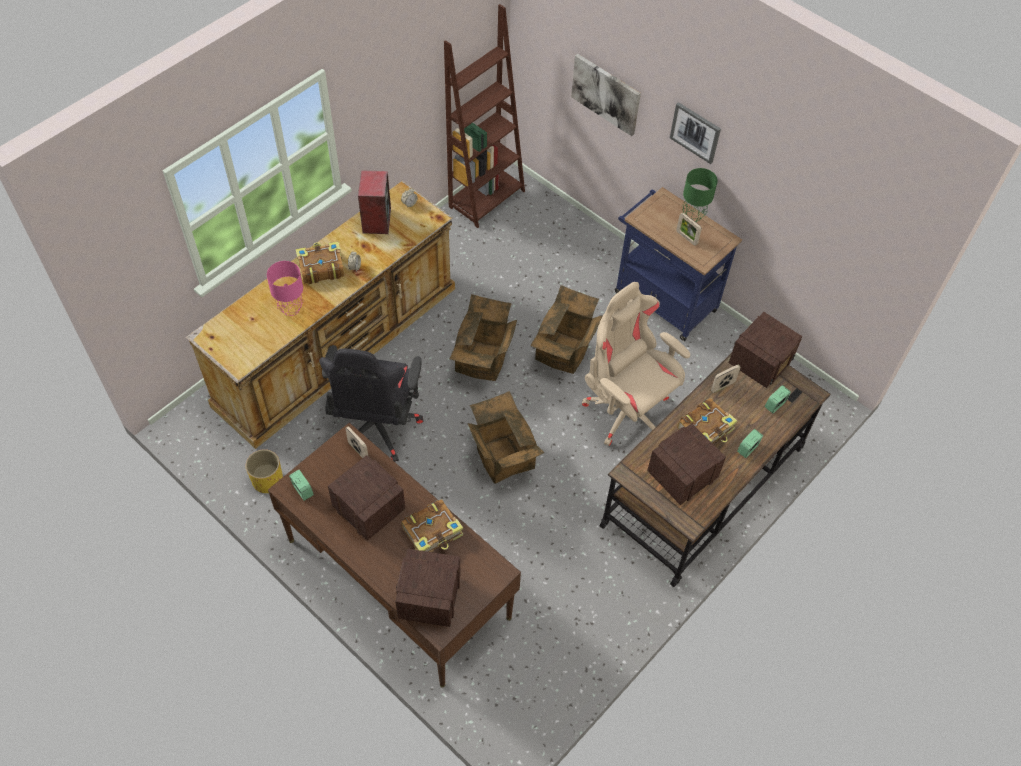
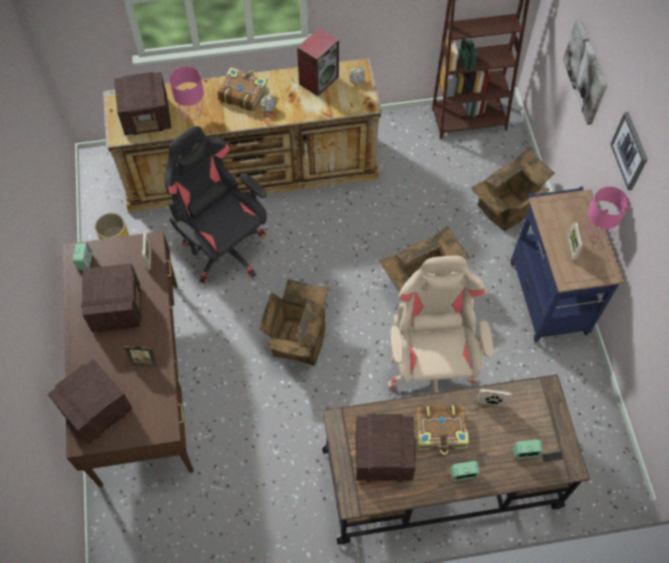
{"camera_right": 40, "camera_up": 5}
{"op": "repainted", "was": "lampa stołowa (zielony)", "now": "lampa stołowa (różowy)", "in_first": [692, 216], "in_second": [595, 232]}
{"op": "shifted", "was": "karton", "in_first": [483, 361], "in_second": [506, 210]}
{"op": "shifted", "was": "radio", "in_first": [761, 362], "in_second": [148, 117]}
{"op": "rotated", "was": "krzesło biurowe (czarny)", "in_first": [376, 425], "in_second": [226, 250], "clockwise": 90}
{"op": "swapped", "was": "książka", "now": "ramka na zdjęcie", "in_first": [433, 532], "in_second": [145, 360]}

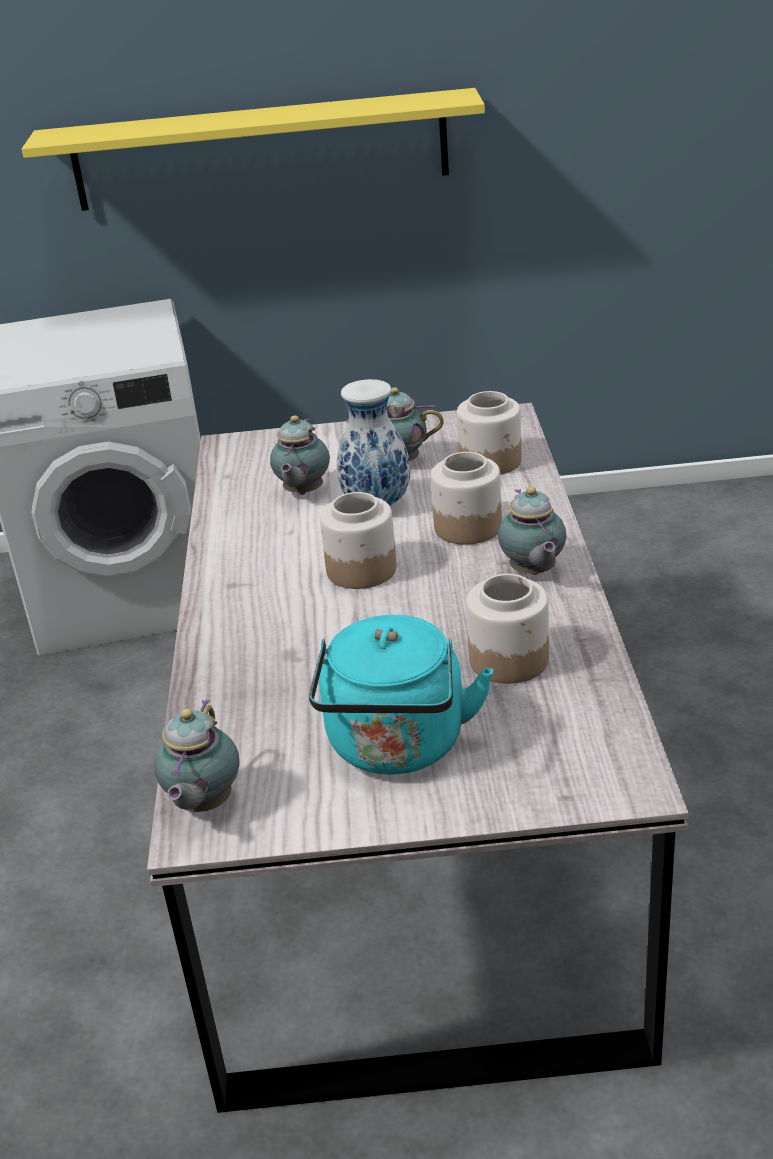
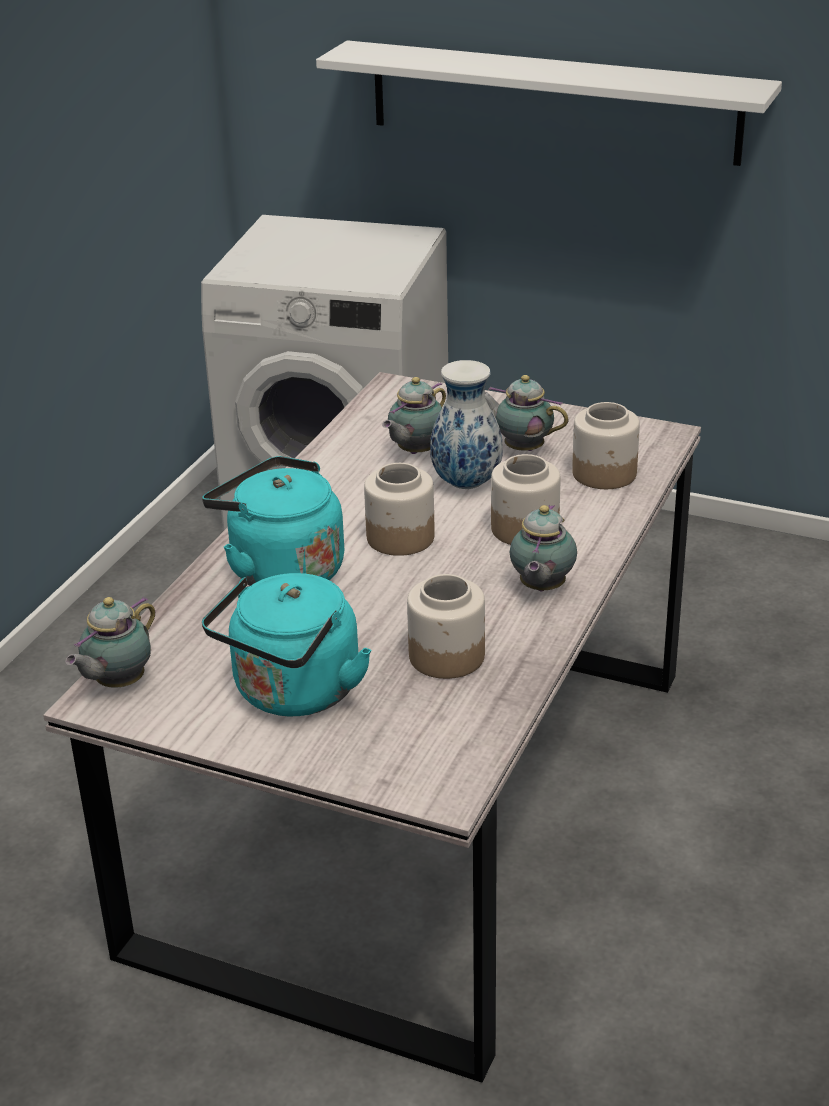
{"camera_right": 25, "camera_up": 0}
{"op": "repainted", "was": "półka (żółty)", "now": "półka (biały)", "in_first": [260, 151], "in_second": [552, 102]}
{"op": "new", "now": "czajnik (turkusowy)", "in_second": [281, 570]}

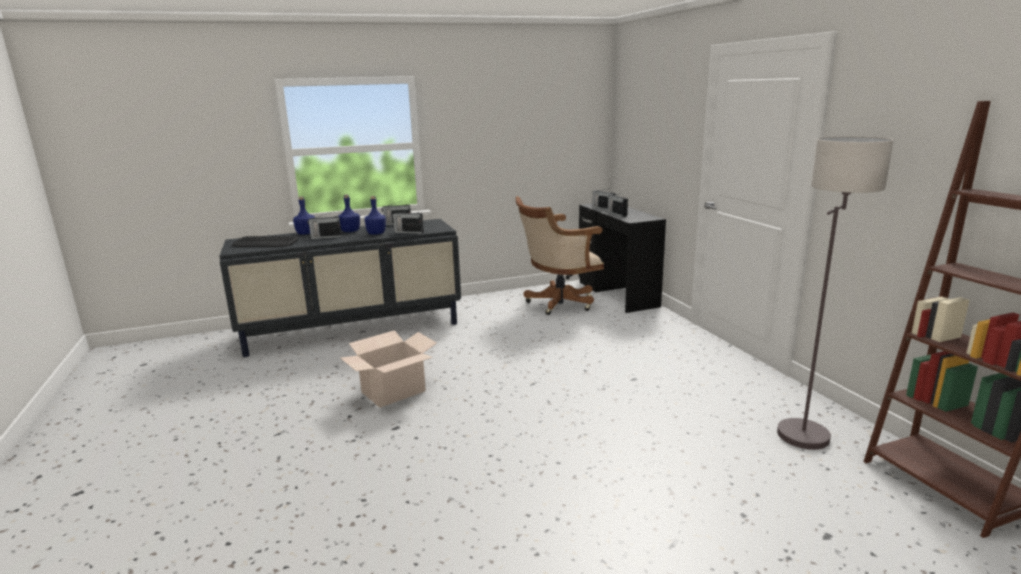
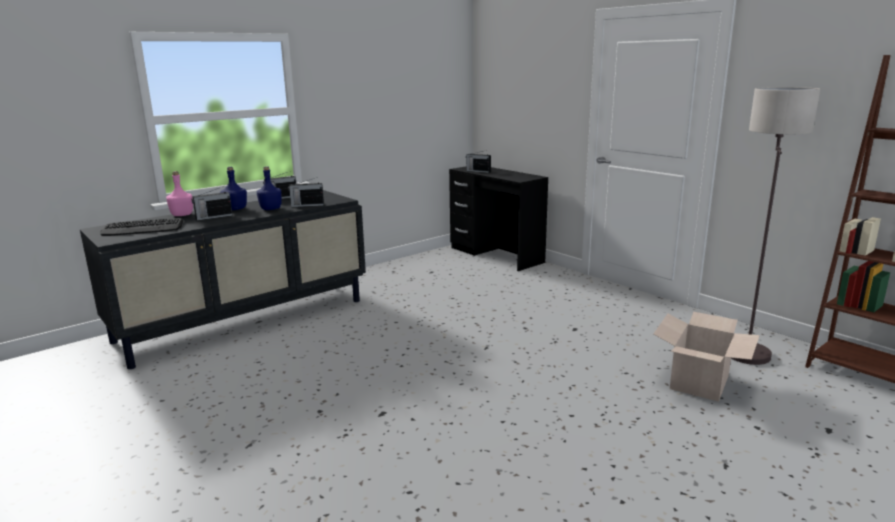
{"camera_right": -20, "camera_up": 0}
{"op": "gone", "was": "radio", "in_first": [617, 214]}
{"op": "repainted", "was": "butelka (niebieski)", "now": "butelka (różowy)", "in_first": [305, 233], "in_second": [181, 215]}
{"op": "gone", "was": "krzesło biurowe", "in_first": [557, 304]}
{"op": "shifted", "was": "karton", "in_first": [393, 391], "in_second": [699, 382]}

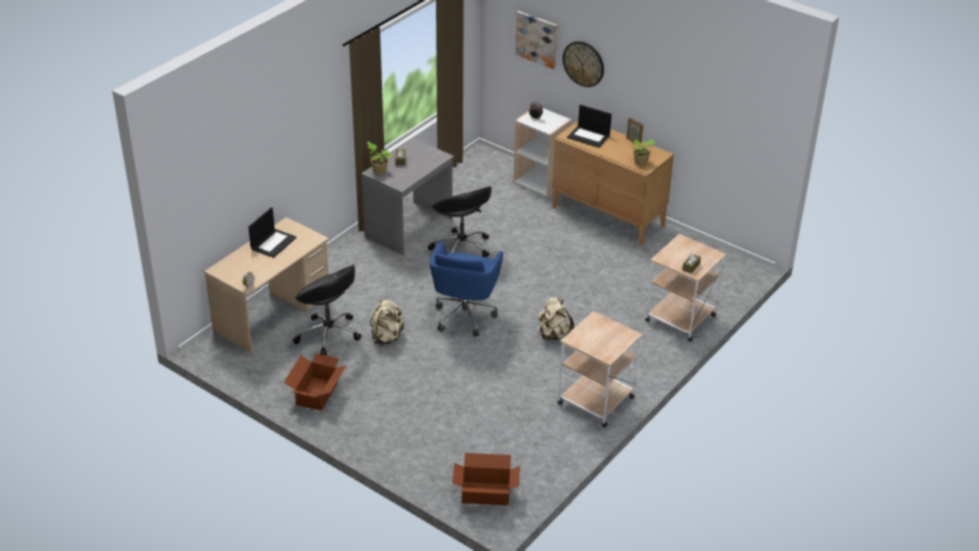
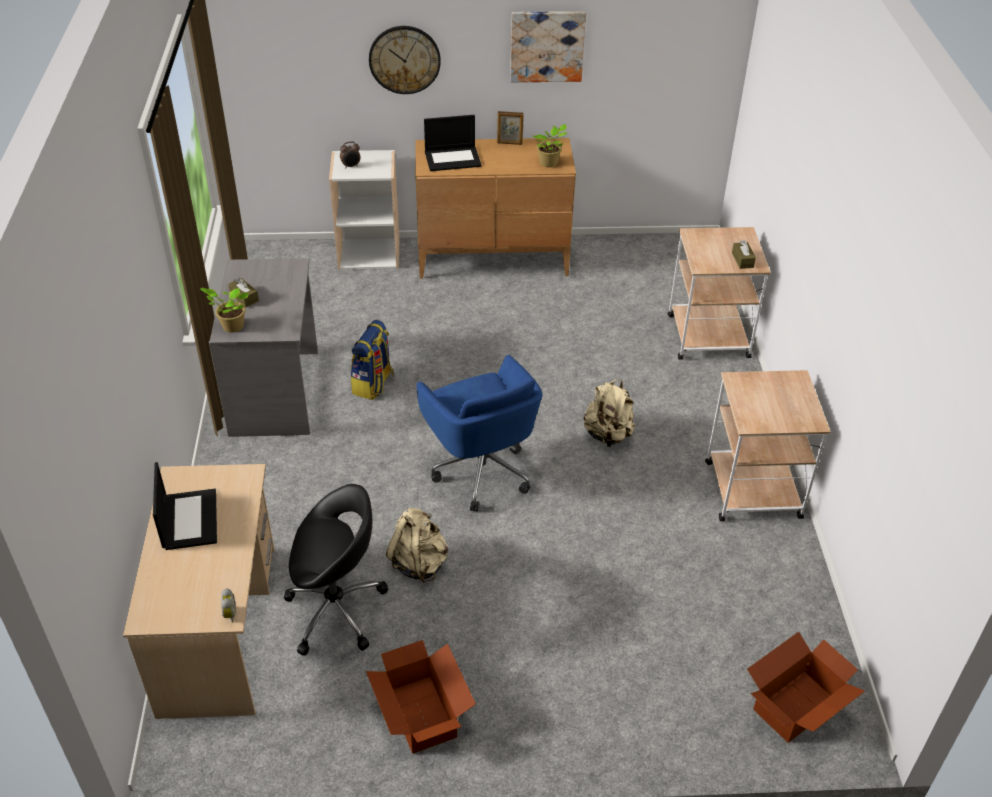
{"camera_right": -40, "camera_up": 5}
{"op": "shifted", "was": "obraz", "in_first": [537, 39], "in_second": [547, 46]}
{"op": "swapped", "was": "krzesło biurowe (czarny)", "now": "plecak", "in_first": [462, 248], "in_second": [373, 384]}

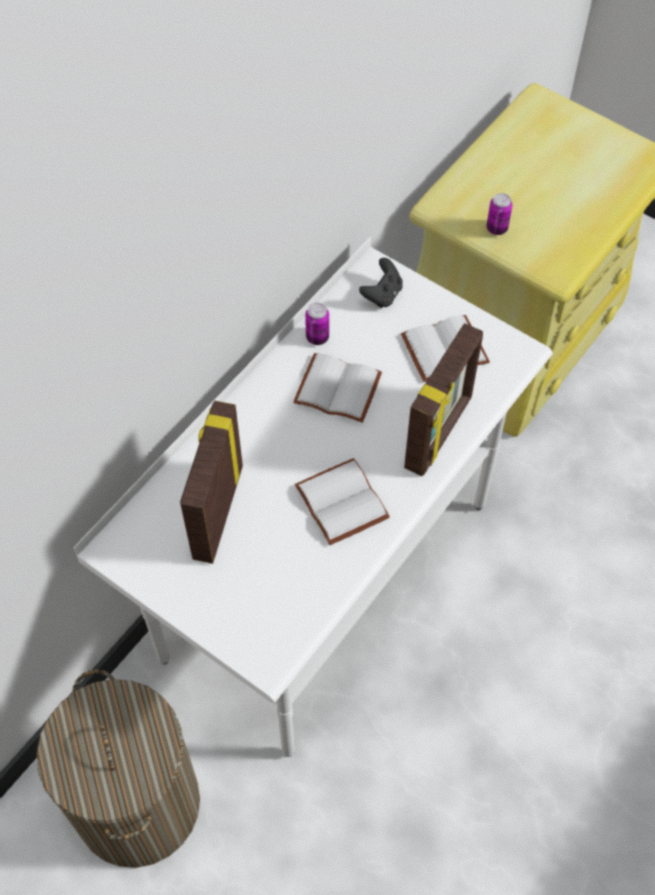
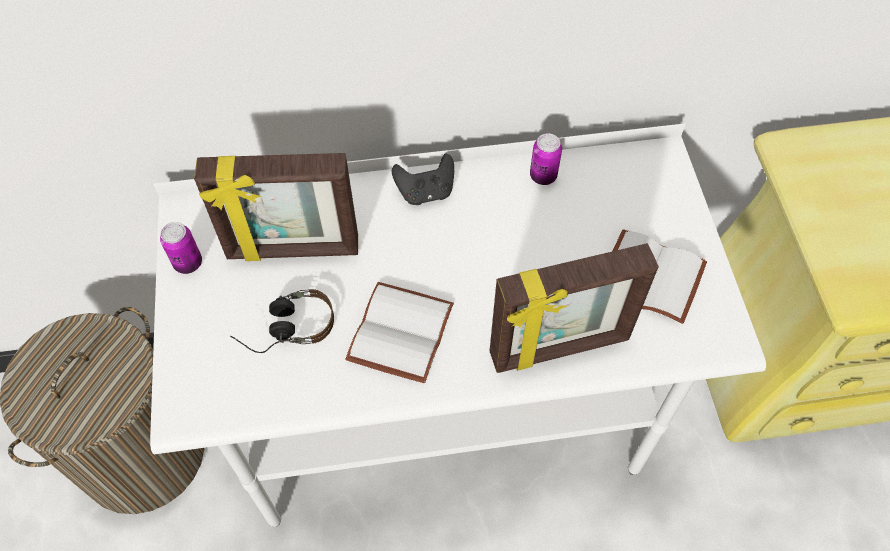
{"camera_right": 45, "camera_up": 0}
{"op": "shifted", "was": "puszka", "in_first": [496, 228], "in_second": [188, 263]}
{"op": "shifted", "was": "pad do gier (czarny)", "in_first": [382, 295], "in_second": [425, 192]}
{"op": "gone", "was": "książka (biały)", "in_first": [340, 387]}
{"op": "rotated", "was": "ramka na zdjęcie", "in_first": [216, 512], "in_second": [293, 250], "clockwise": -150}
{"op": "new", "now": "słuchawki", "in_second": [286, 328]}

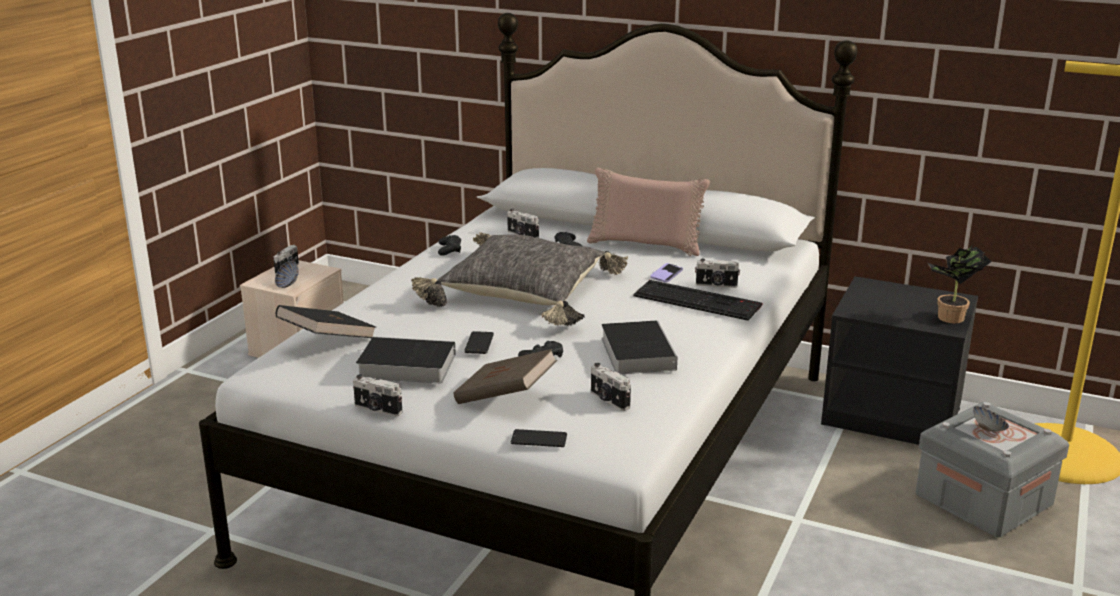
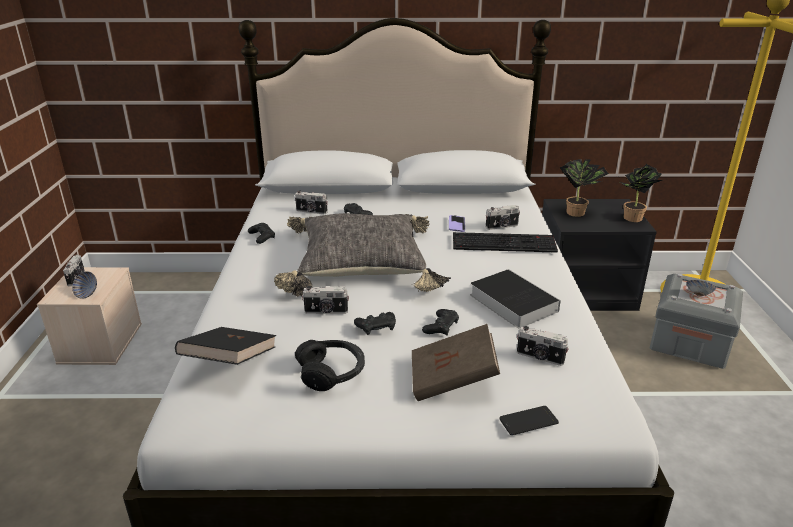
{"camera_right": -25, "camera_up": 5}
{"op": "gone", "was": "poduszka (beżowy)", "in_first": [645, 245]}
{"op": "swapped", "was": "telefon", "now": "pad do gier (czarny)", "in_first": [479, 343], "in_second": [376, 326]}
{"op": "swapped", "was": "książka", "now": "słuchawki (czarny)", "in_first": [403, 366], "in_second": [332, 372]}
{"op": "shifted", "was": "aparat fotograficzny", "in_first": [377, 410], "in_second": [326, 311]}
{"op": "new", "now": "roślina doniczkowa", "in_second": [578, 212]}

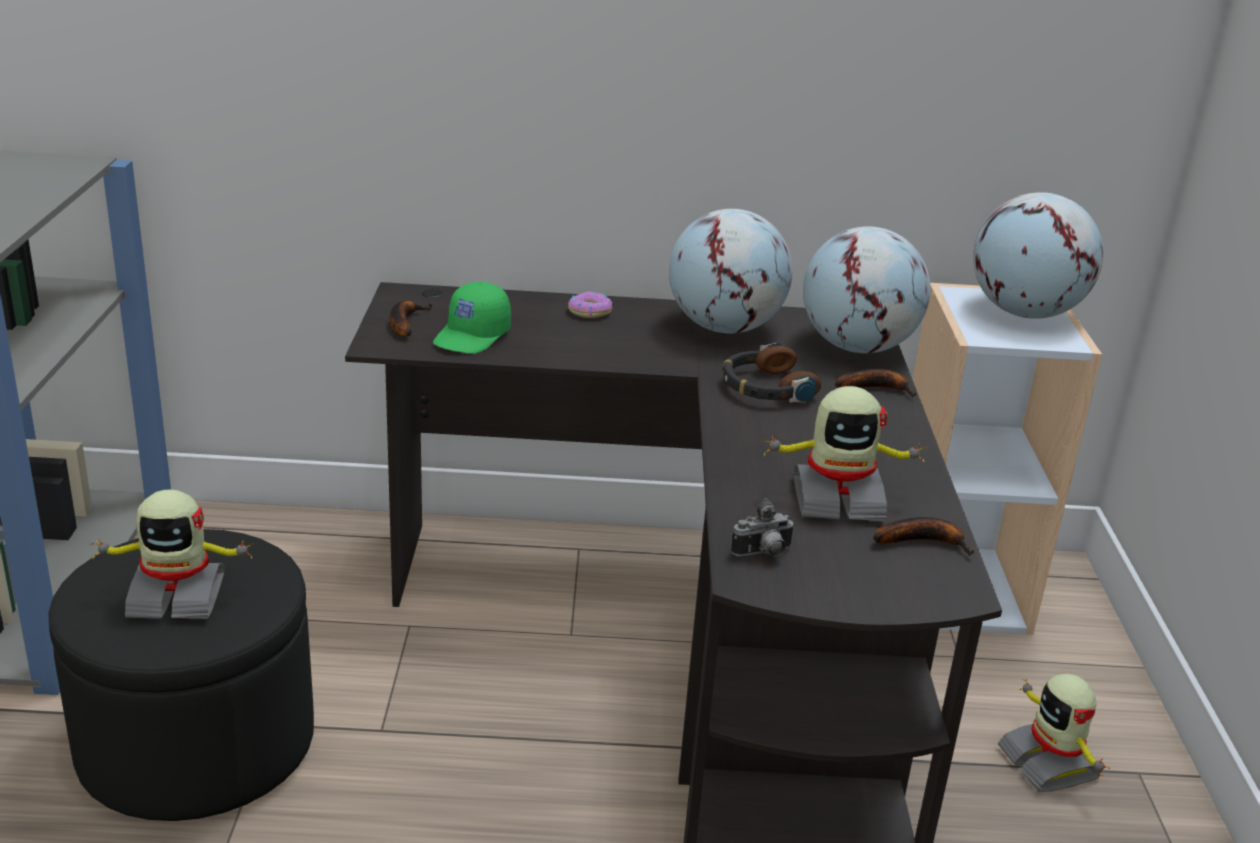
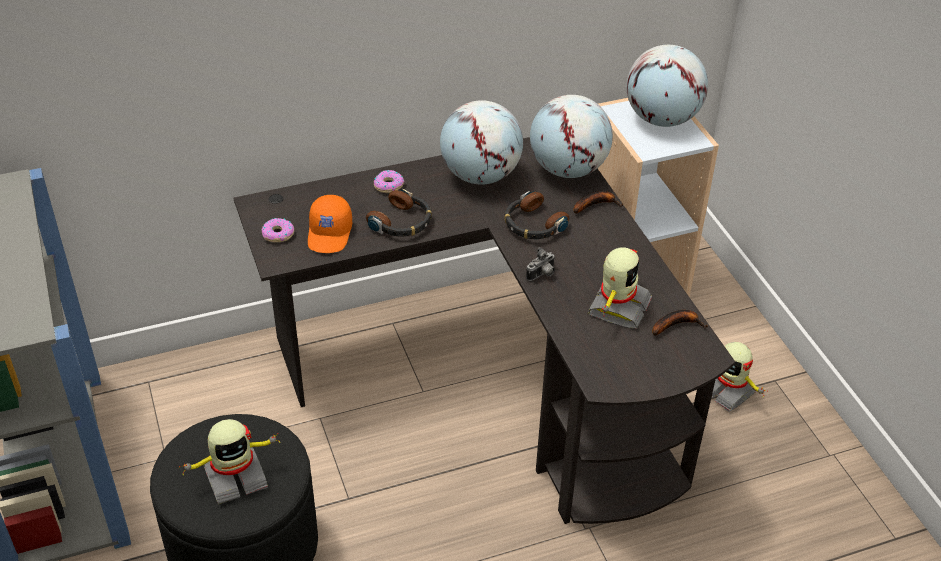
{"camera_right": -20, "camera_up": 15}
{"op": "repainted", "was": "czapka z daszkiem (zielony)", "now": "czapka z daszkiem (pomarańczowy)", "in_first": [473, 336], "in_second": [330, 234]}
{"op": "swapped", "was": "banan", "now": "donut", "in_first": [404, 323], "in_second": [278, 234]}
{"op": "rotated", "was": "robot zabawkowy", "in_first": [837, 499], "in_second": [617, 307], "clockwise": -45}
{"op": "shifted", "was": "aparat fotograficzny", "in_first": [763, 554], "in_second": [542, 275]}
{"op": "new", "now": "słuchawki", "in_second": [402, 222]}

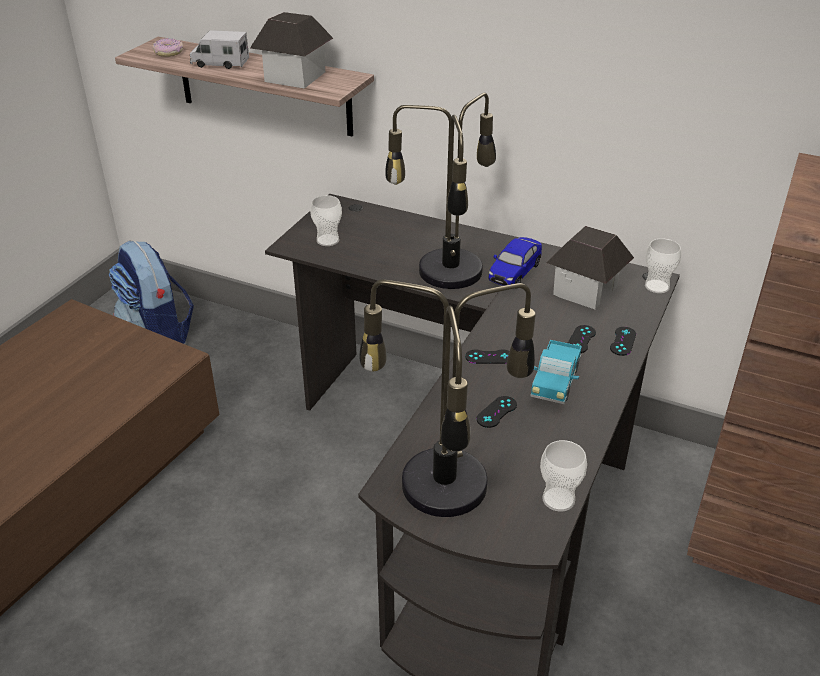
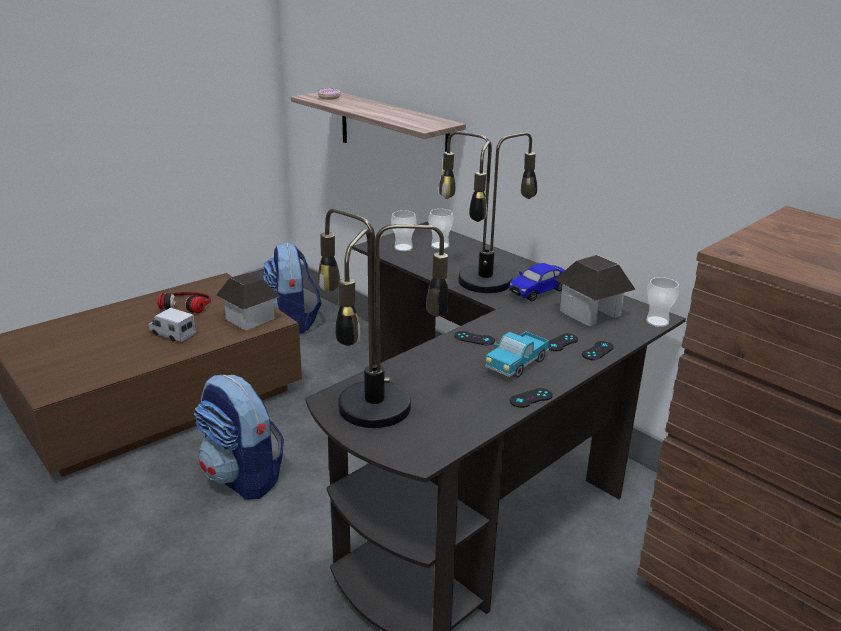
{"camera_right": 20, "camera_up": -10}
{"op": "shifted", "was": "domek", "in_first": [295, 76], "in_second": [250, 318]}
{"op": "shifted", "was": "ciężarówka zabawkowa", "in_first": [220, 63], "in_second": [172, 334]}
{"op": "shifted", "was": "pad do gier (czarny)", "in_first": [496, 412], "in_second": [531, 398]}
{"op": "shifted", "was": "filiżanka", "in_first": [558, 499], "in_second": [440, 245]}
{"op": "new", "now": "słuchawki", "in_second": [187, 304]}
{"op": "new", "now": "plecak", "in_second": [243, 477]}

